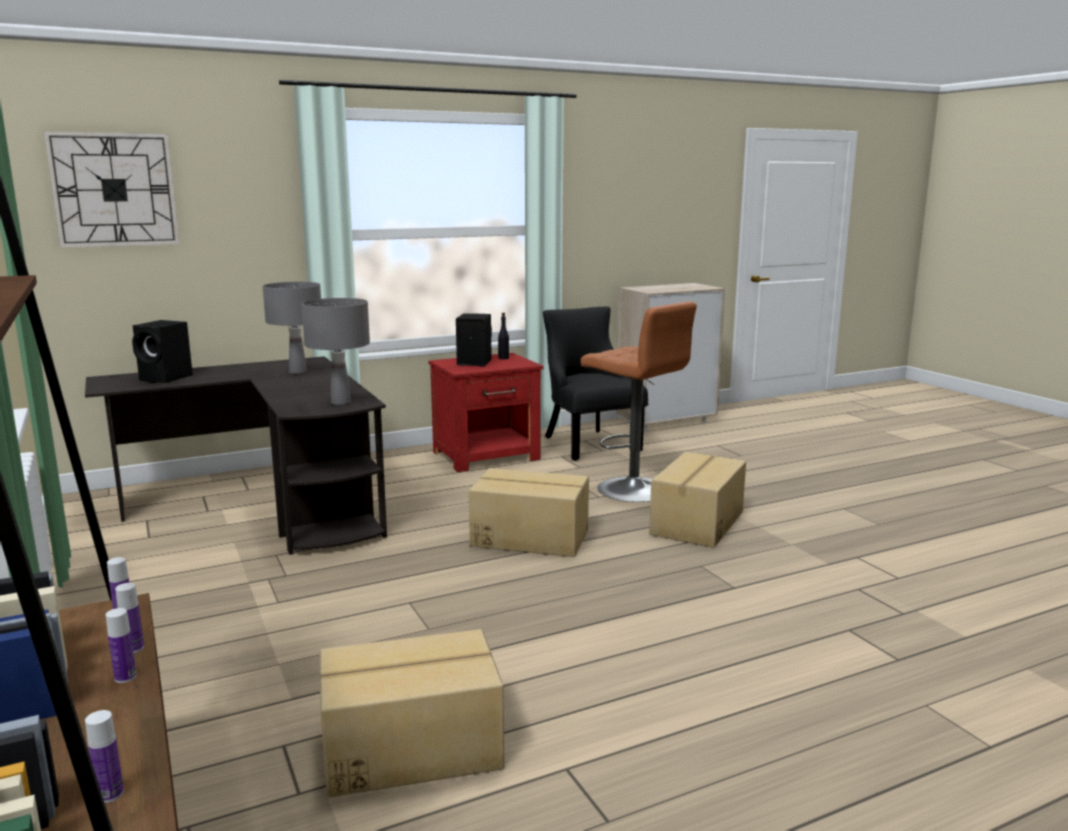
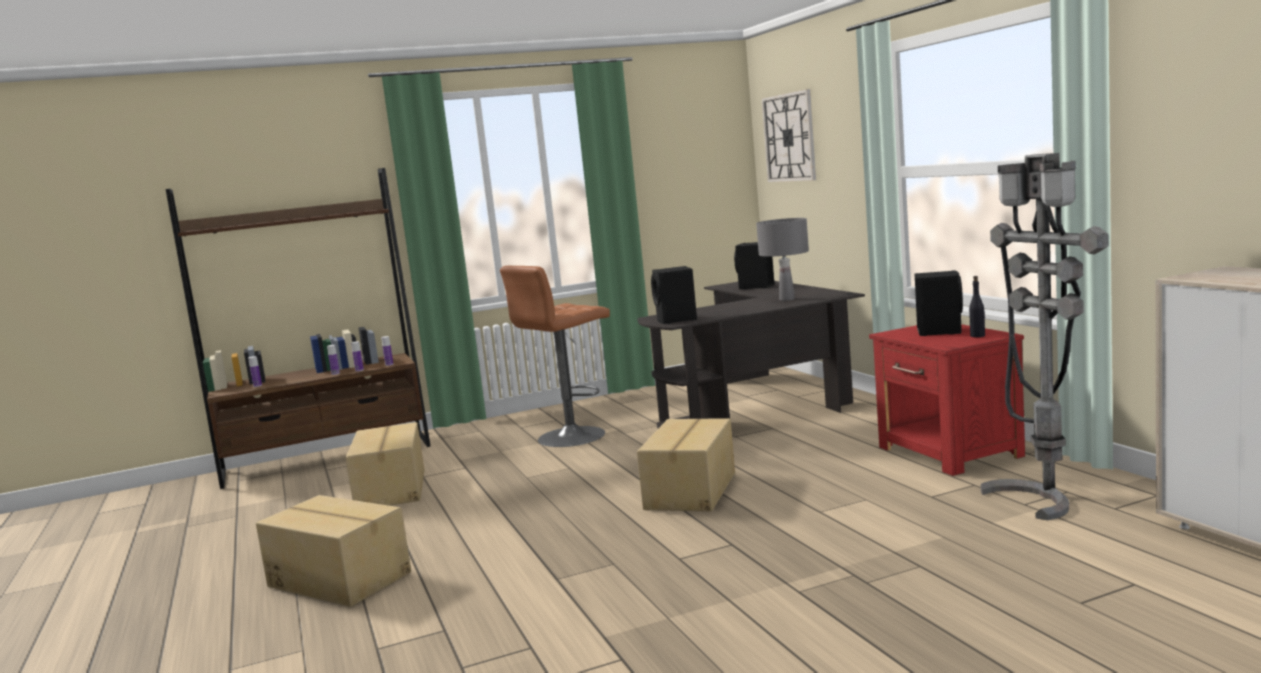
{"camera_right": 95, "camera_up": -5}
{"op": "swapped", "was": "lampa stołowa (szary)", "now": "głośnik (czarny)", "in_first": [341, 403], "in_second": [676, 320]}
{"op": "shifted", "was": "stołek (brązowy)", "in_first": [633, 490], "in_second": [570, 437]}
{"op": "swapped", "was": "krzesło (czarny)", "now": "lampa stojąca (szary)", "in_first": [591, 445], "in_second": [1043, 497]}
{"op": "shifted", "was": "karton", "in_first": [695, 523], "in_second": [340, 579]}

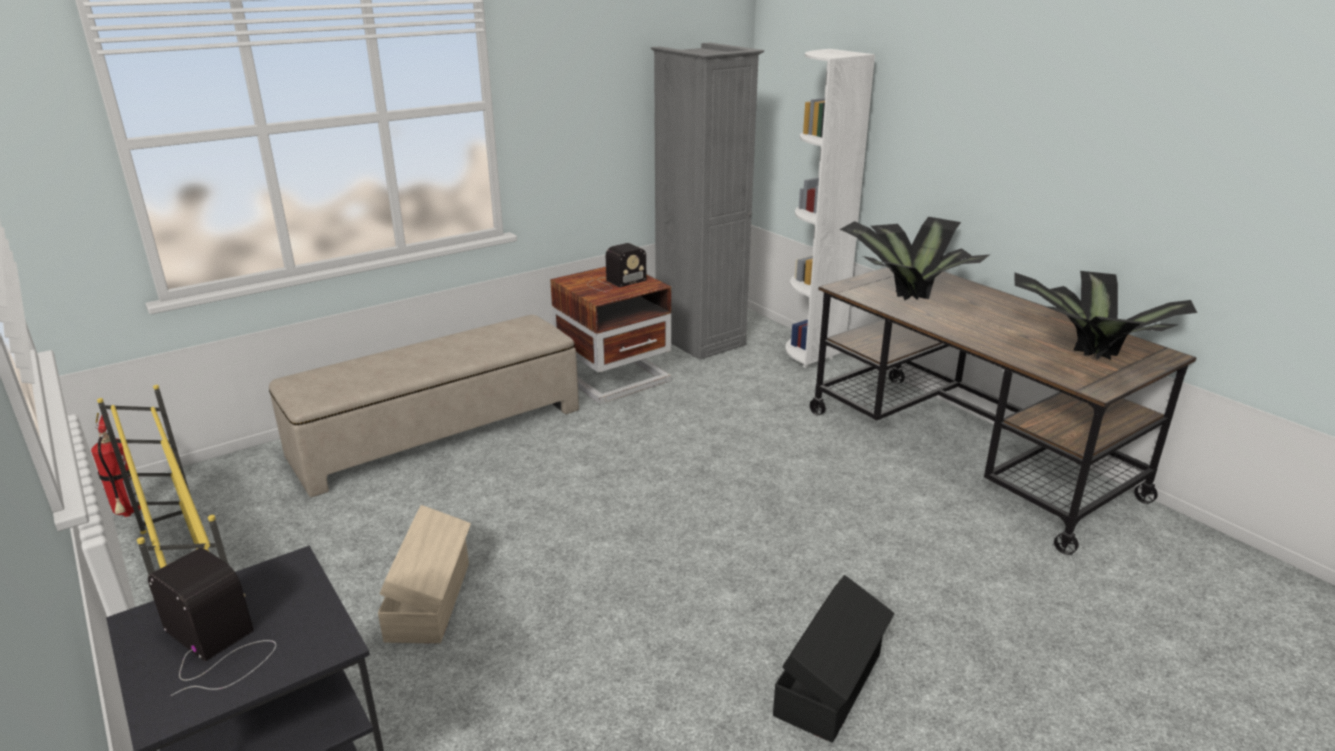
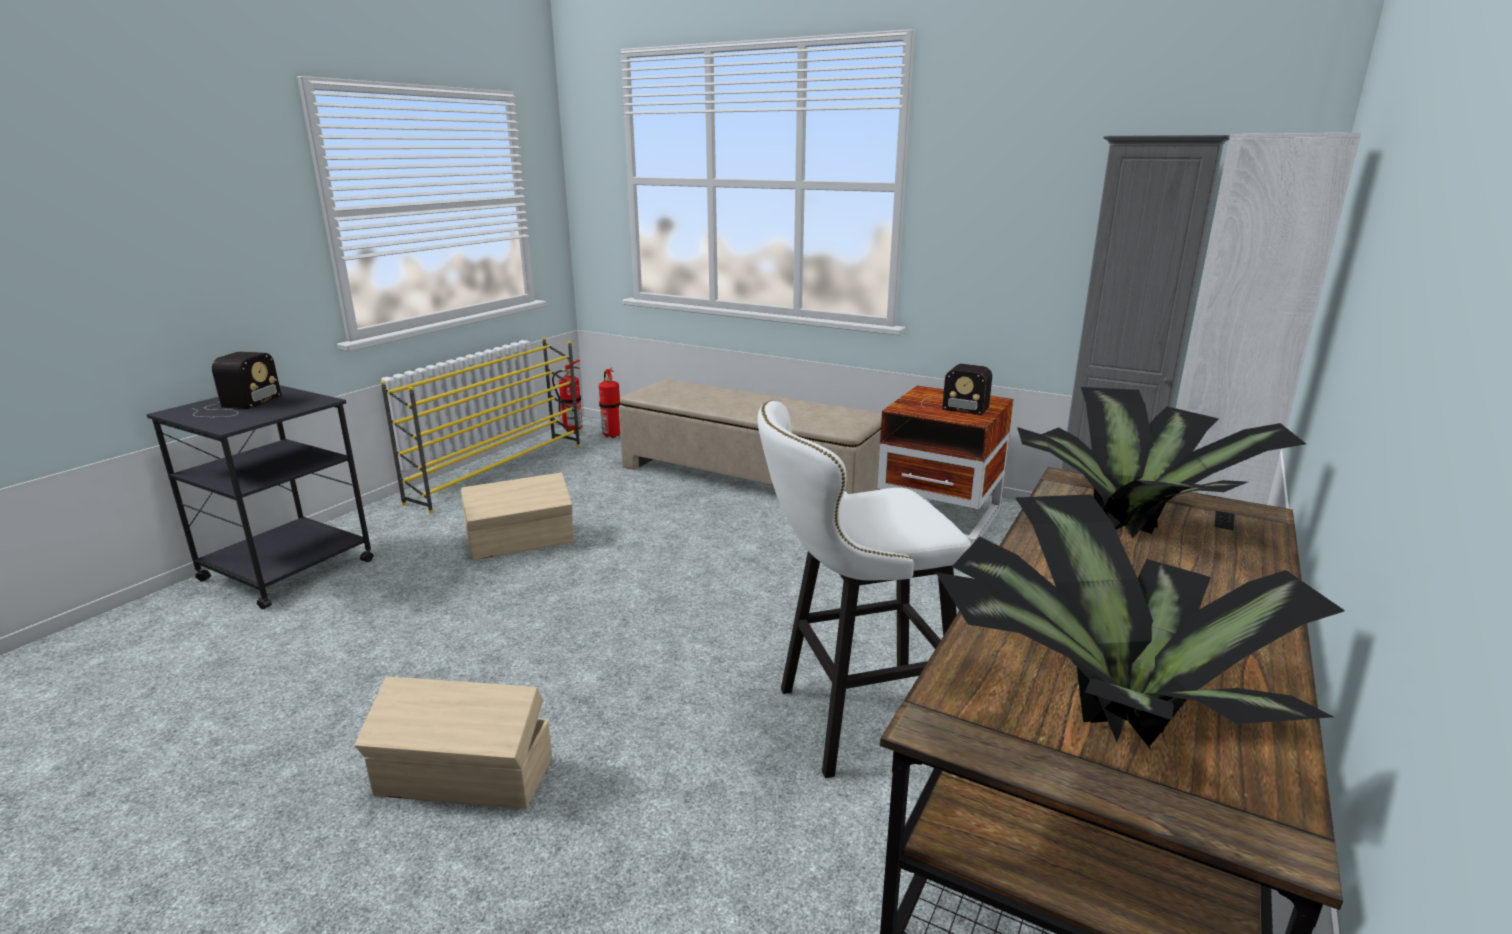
{"camera_right": 65, "camera_up": -5}
{"op": "repainted", "was": "pojemnik do przechowywania (czarny)", "now": "pojemnik do przechowywania (beżowy)", "in_first": [831, 684], "in_second": [465, 778]}
{"op": "new", "now": "gaśnica", "in_second": [611, 435]}
{"op": "new", "now": "stołek (biały)", "in_second": [847, 721]}

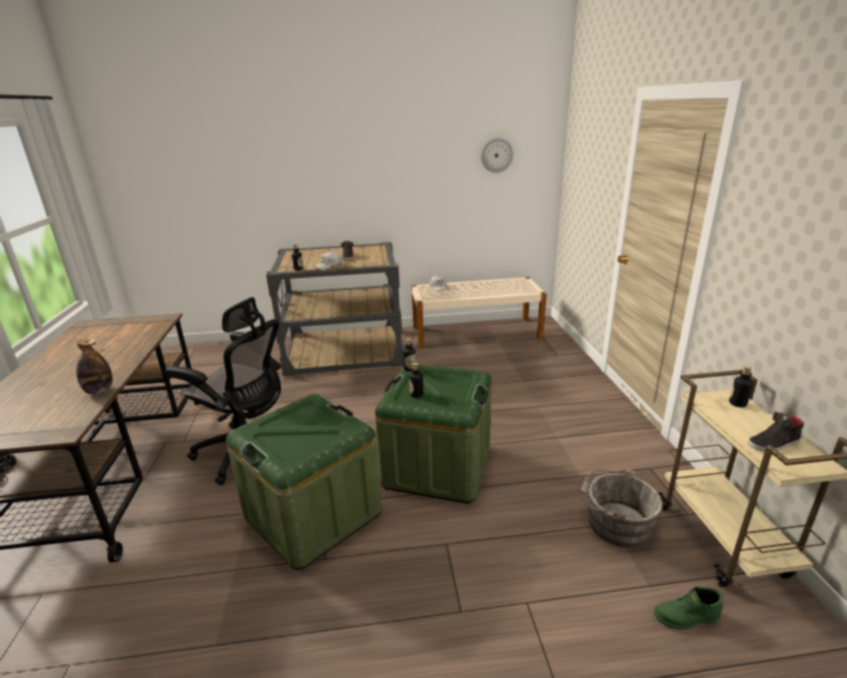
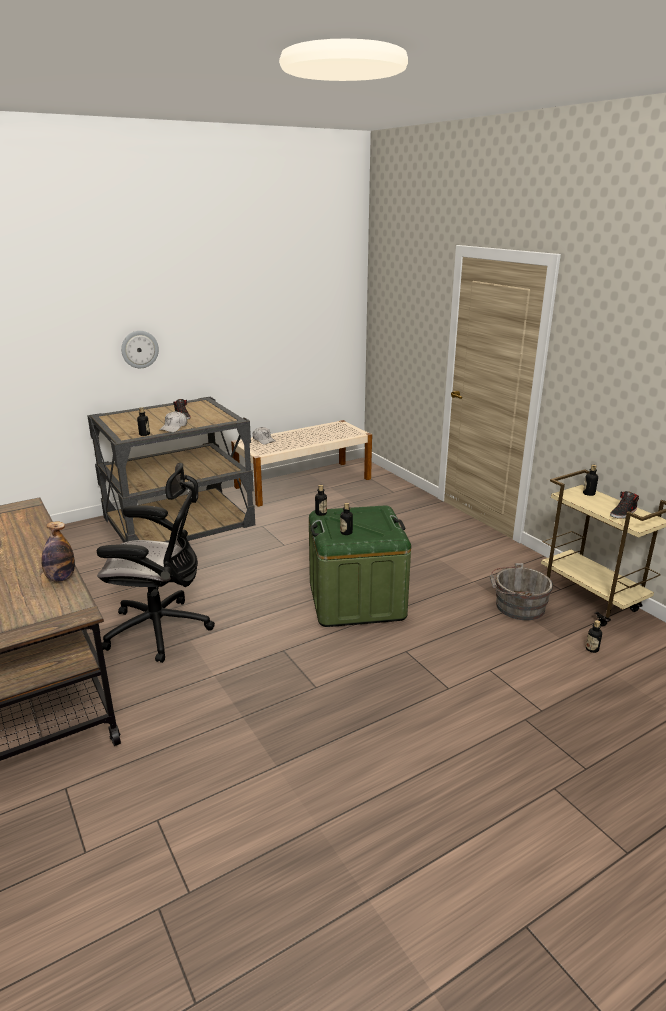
{"camera_right": -25, "camera_up": 0}
{"op": "shifted", "was": "zegar ścienny", "in_first": [497, 155], "in_second": [139, 349]}
{"op": "gone", "was": "pojemnik do przechowywania (zielony)", "in_first": [313, 514]}
{"op": "swapped", "was": "but z cholewką (zielony)", "now": "butelka", "in_first": [686, 618], "in_second": [592, 649]}

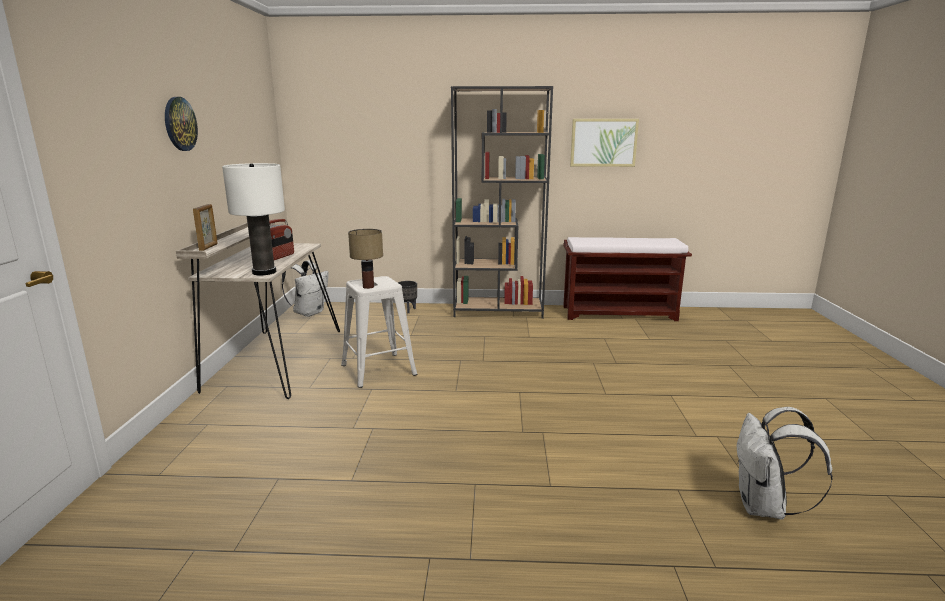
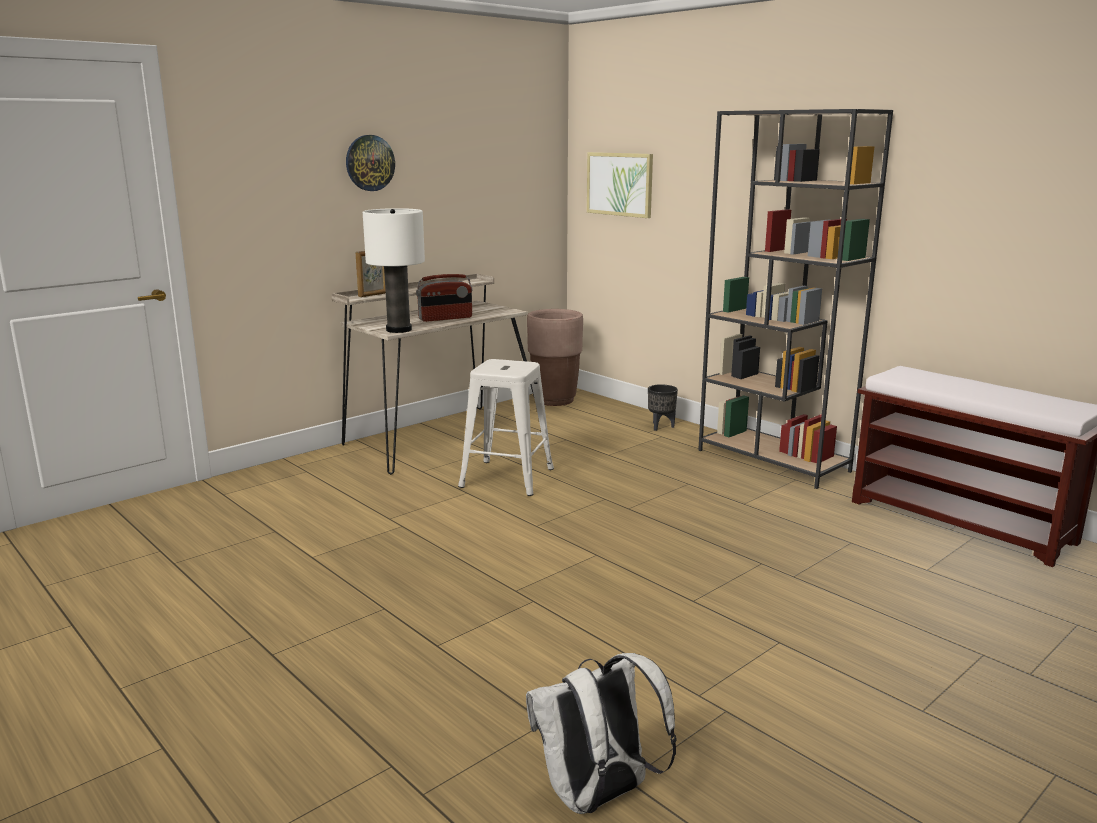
{"camera_right": 45, "camera_up": 0}
{"op": "shifted", "was": "obraz", "in_first": [603, 142], "in_second": [620, 184]}
{"op": "gone", "was": "lampa stołowa", "in_first": [367, 286]}
{"op": "swapped", "was": "plecak (biały)", "now": "donica (brązowy)", "in_first": [309, 313], "in_second": [555, 400]}

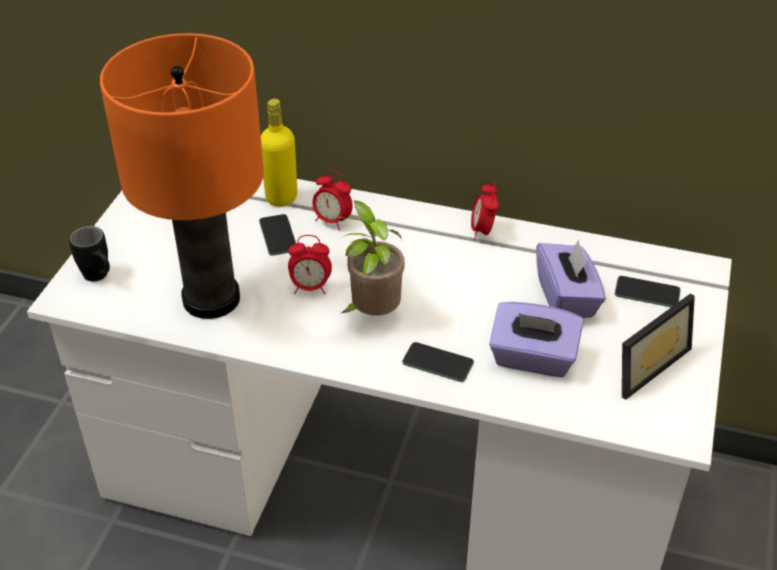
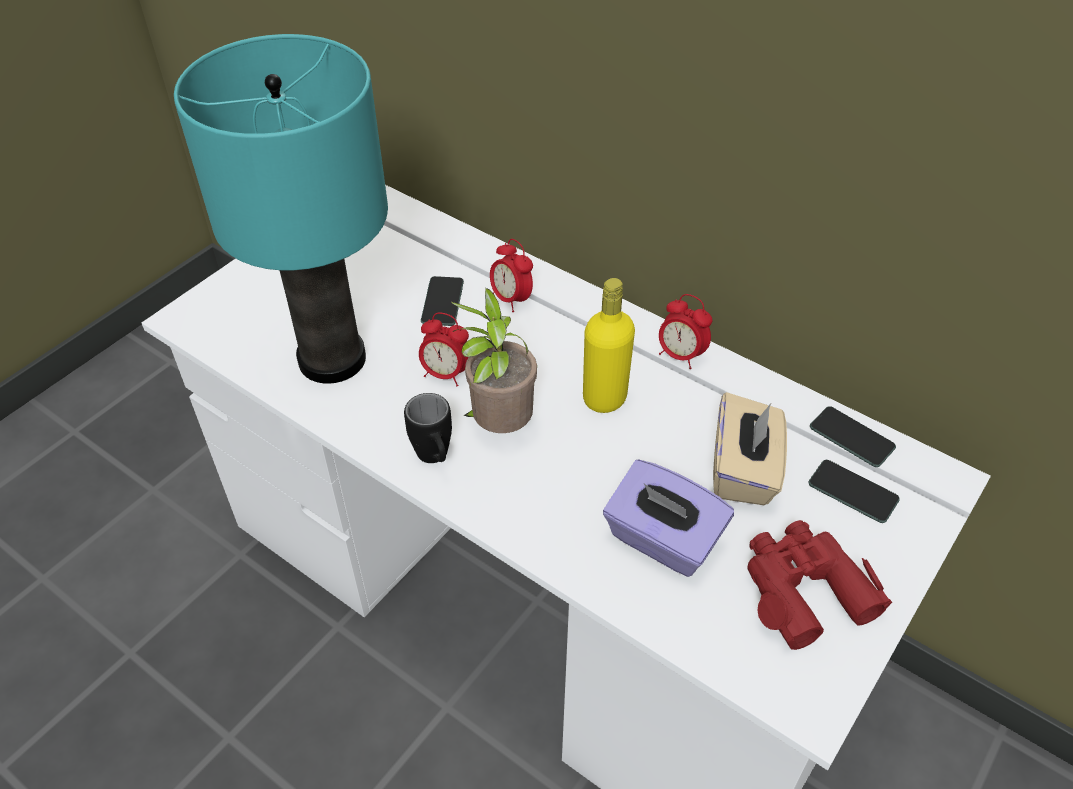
{"camera_right": 20, "camera_up": 5}
{"op": "repainted", "was": "lampa stołowa (pomarańczowy)", "now": "lampa stołowa (turkusowy)", "in_first": [210, 299], "in_second": [331, 359]}
{"op": "shifted", "was": "butelka (żółty)", "in_first": [281, 197], "in_second": [604, 398]}
{"op": "rotated", "was": "budzik", "in_first": [482, 231], "in_second": [680, 355], "clockwise": -75}
{"op": "shifted", "was": "kubek (czarny)", "in_first": [100, 278], "in_second": [435, 459]}
{"op": "repainted", "was": "pudełko chusteczek (fioletowy)", "now": "pudełko chusteczek (beżowy)", "in_first": [566, 298], "in_second": [744, 471]}
{"op": "swapped", "was": "ramka na zdjęcie", "now": "lornetka (czerwony)", "in_first": [643, 363], "in_second": [803, 589]}
{"op": "shifted", "was": "telefon", "in_first": [437, 363], "in_second": [851, 437]}

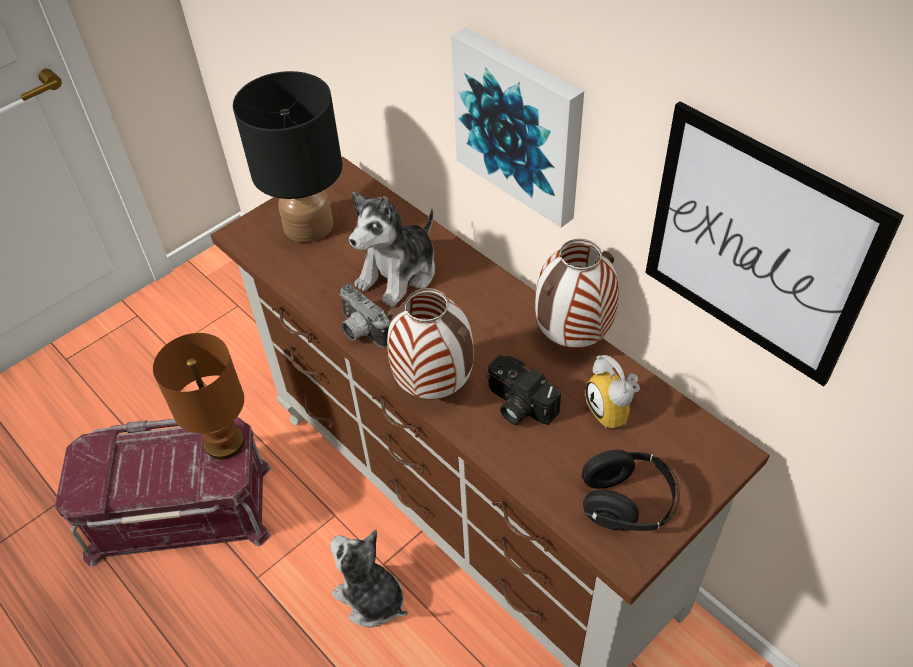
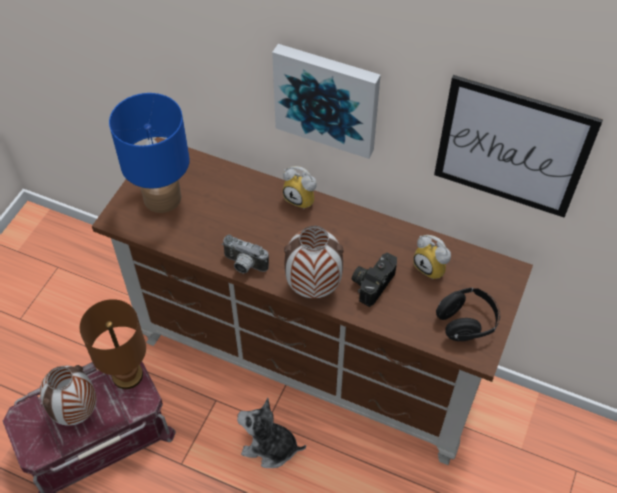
{"camera_right": -25, "camera_up": 5}
{"op": "repainted", "was": "lampa stołowa (czarny)", "now": "lampa stołowa (niebieski)", "in_first": [308, 225], "in_second": [162, 198]}
{"op": "gone", "was": "pluszak", "in_first": [399, 274]}
{"op": "shifted", "was": "wazon", "in_first": [572, 340], "in_second": [77, 413]}
{"op": "rotated", "was": "aparat fotograficzny", "in_first": [517, 405], "in_second": [372, 282], "clockwise": 105}
{"op": "new", "now": "budzik", "in_second": [302, 198]}

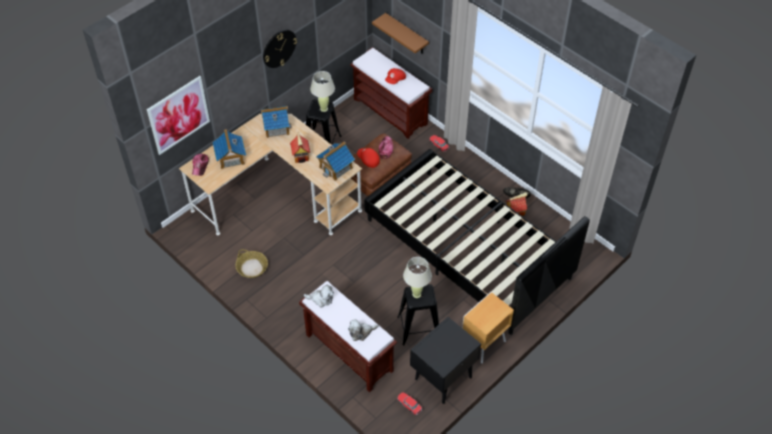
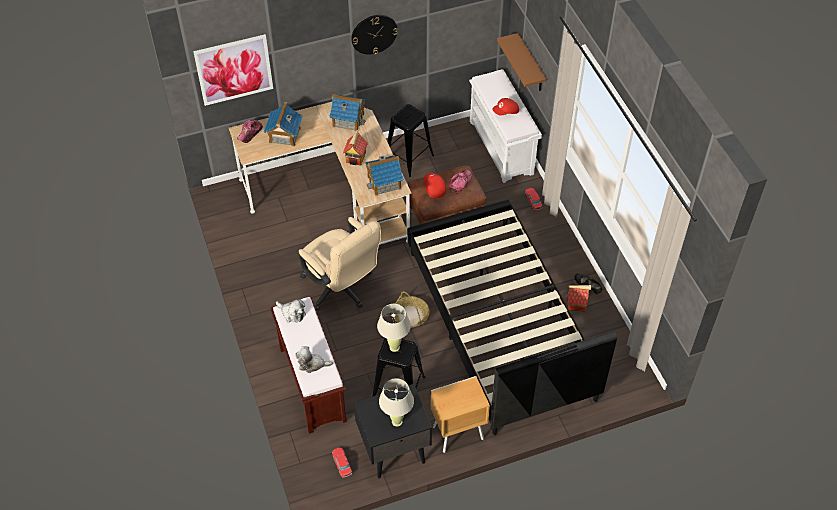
{"camera_right": 25, "camera_up": 0}
{"op": "repainted", "was": "ławka (brązowy)", "now": "ławka (biały)", "in_first": [391, 111], "in_second": [502, 148]}
{"op": "shifted", "was": "lampa stołowa (beżowy)", "in_first": [324, 109], "in_second": [396, 421]}
{"op": "shifted", "was": "koszyk", "in_first": [252, 268], "in_second": [410, 315]}
{"op": "new", "now": "krzesło biurowe (beżowy)", "in_second": [341, 289]}

